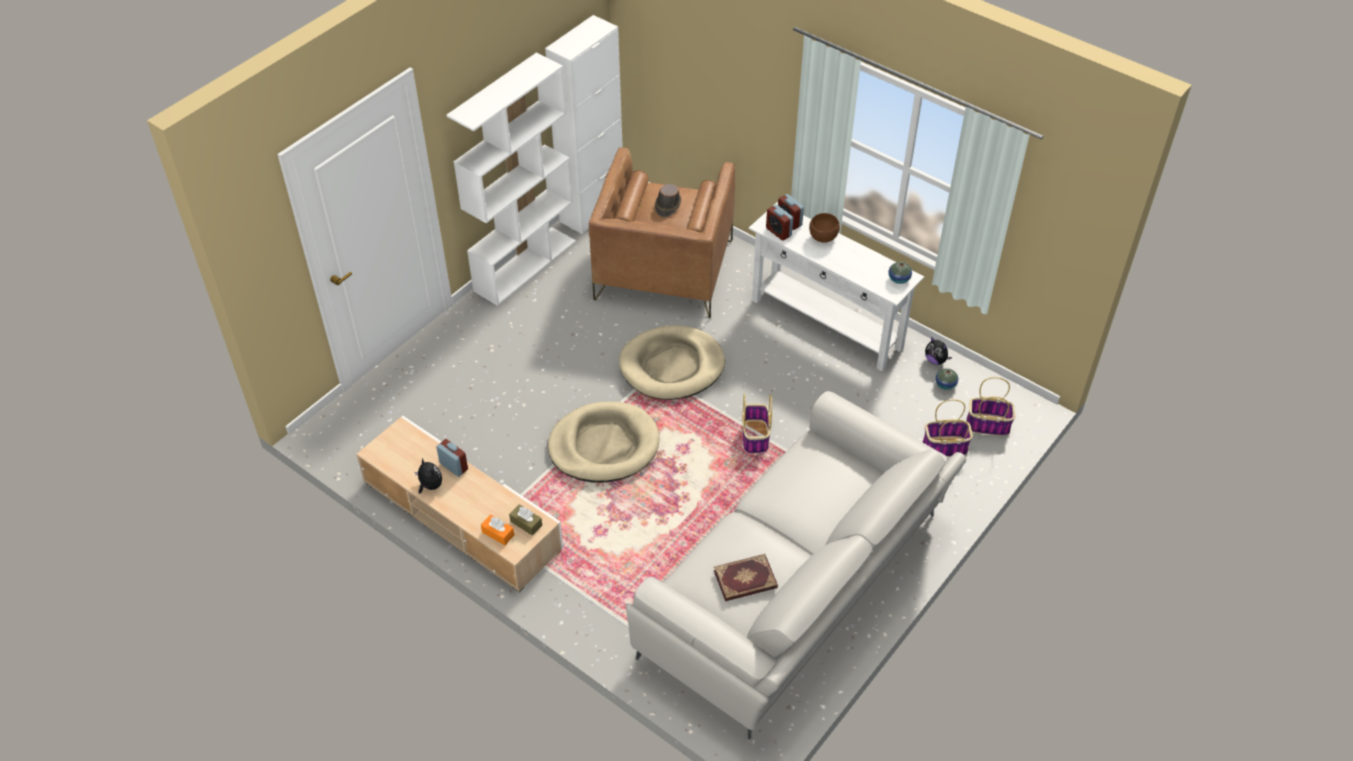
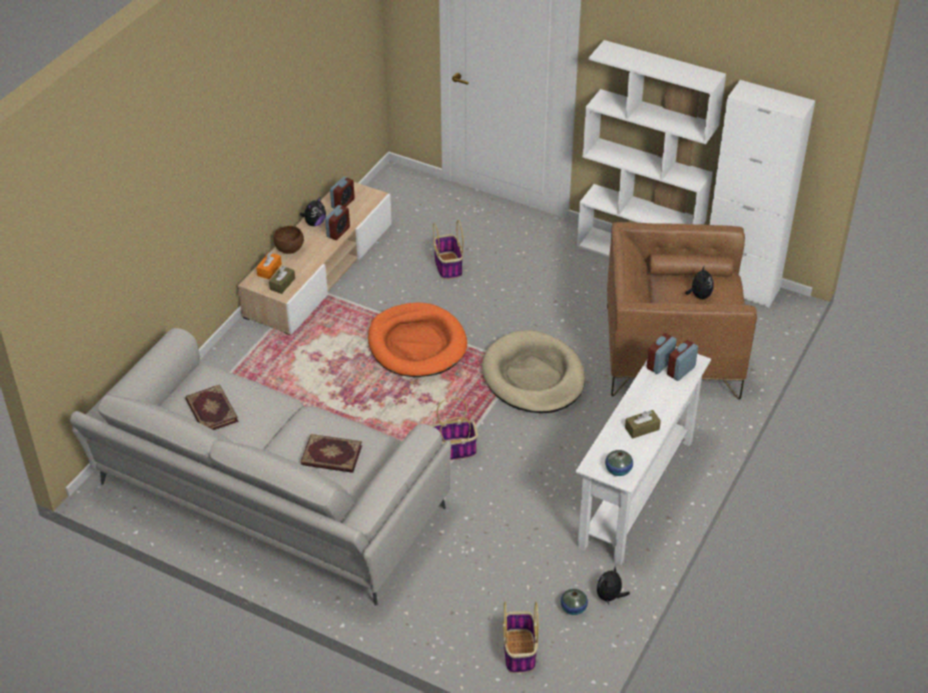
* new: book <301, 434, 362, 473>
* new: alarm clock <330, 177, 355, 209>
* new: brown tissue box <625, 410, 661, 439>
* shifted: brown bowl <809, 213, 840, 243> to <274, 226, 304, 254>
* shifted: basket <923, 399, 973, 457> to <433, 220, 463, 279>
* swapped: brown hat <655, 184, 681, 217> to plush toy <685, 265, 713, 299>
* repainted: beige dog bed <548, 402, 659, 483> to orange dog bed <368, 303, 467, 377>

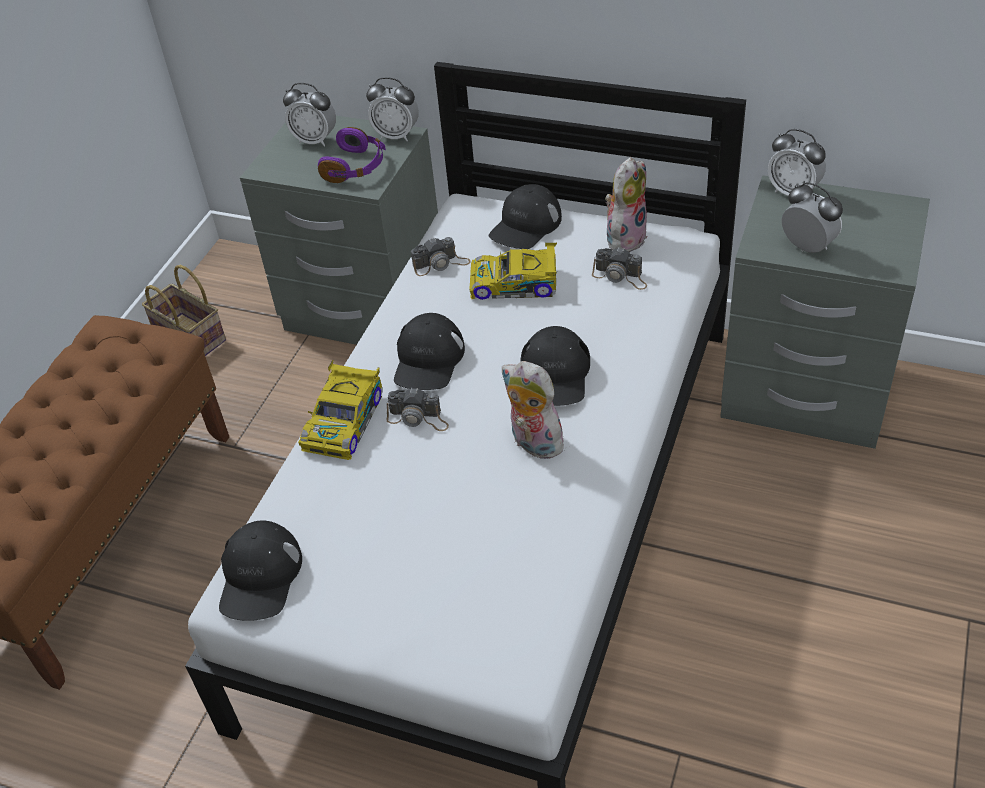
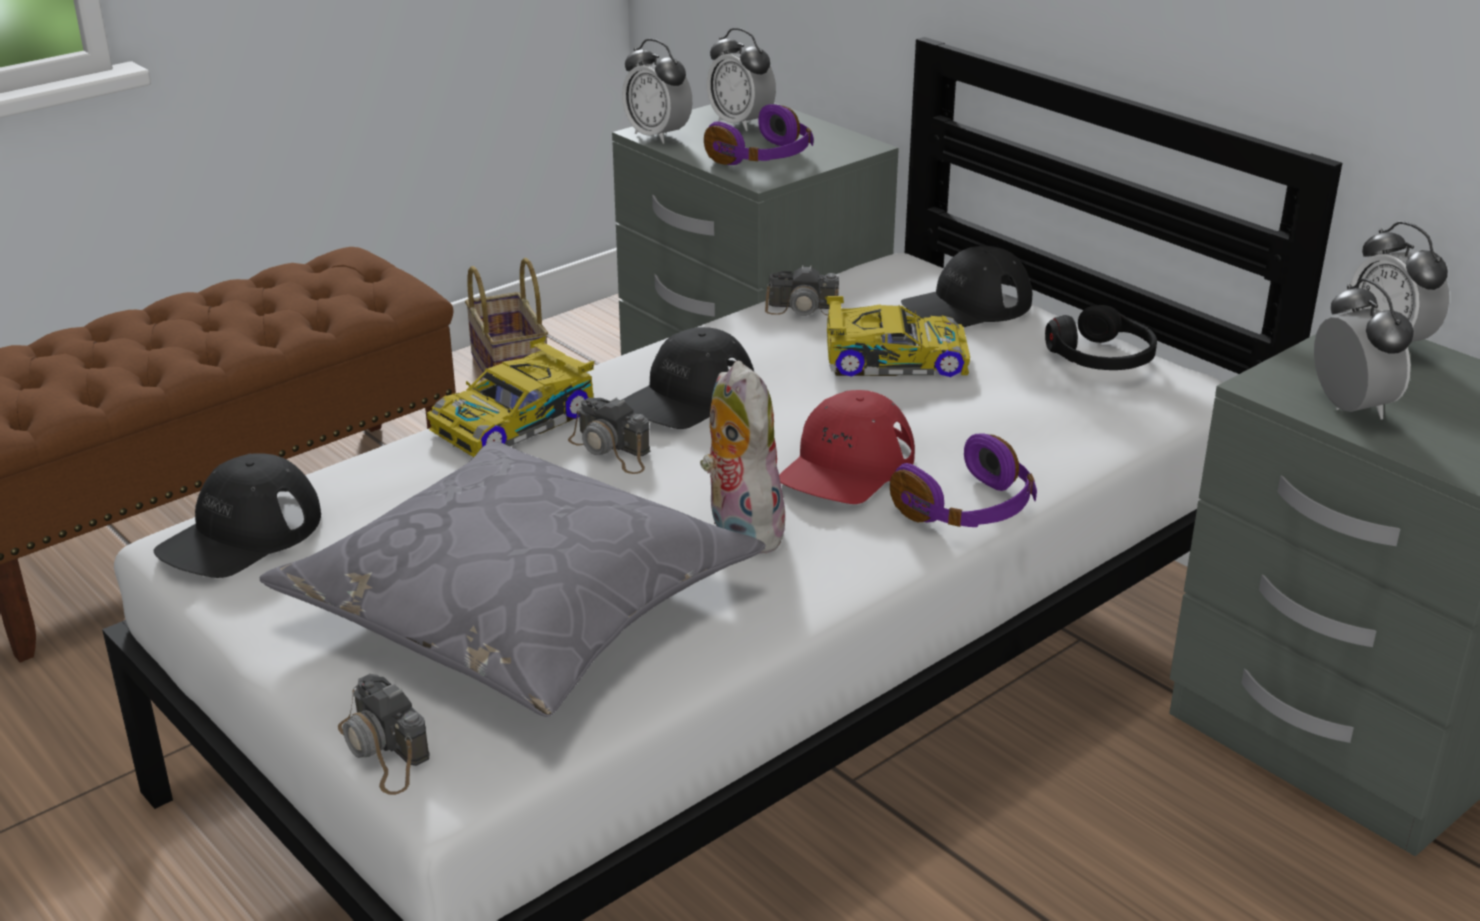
* new: grey pillow <259, 441, 765, 717>
* new: purple headphones <890, 433, 1037, 527>
* shifted: alarm clock <366, 77, 419, 141> to <622, 39, 692, 144>
* shifted: photo camera <592, 247, 647, 290> to <338, 674, 429, 795>
* swapped: plush toy <601, 157, 647, 252> to black headphones <1045, 305, 1157, 370>
* repainted: black cap <521, 326, 590, 406> to red cap <779, 390, 915, 504>
* rotated: toy car <469, 243, 557, 300> = <825, 296, 970, 377> 150 degrees clockwise

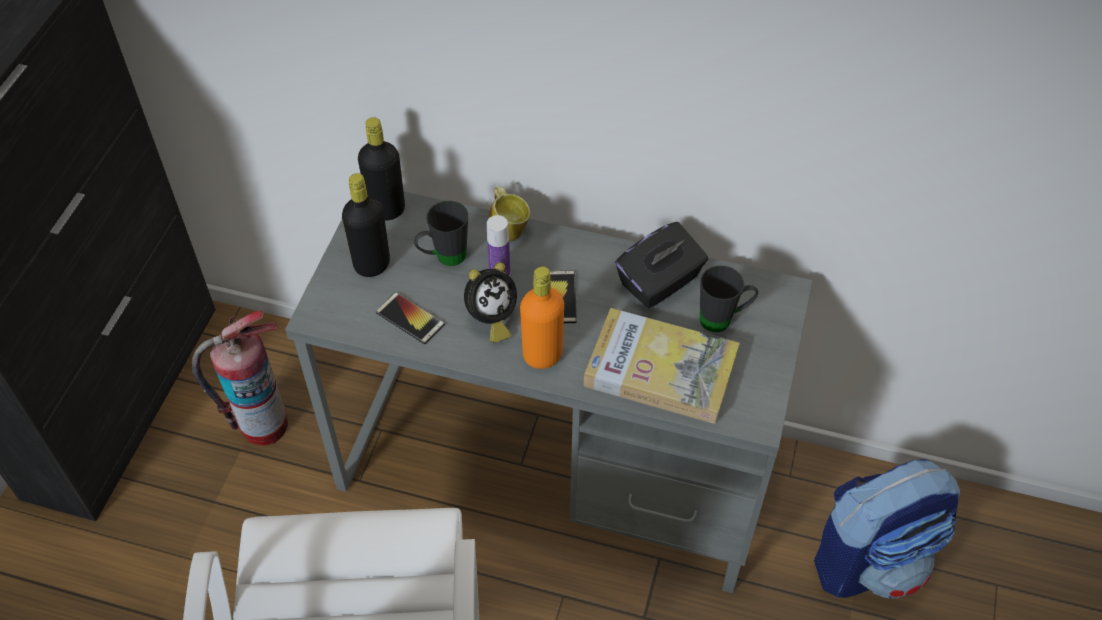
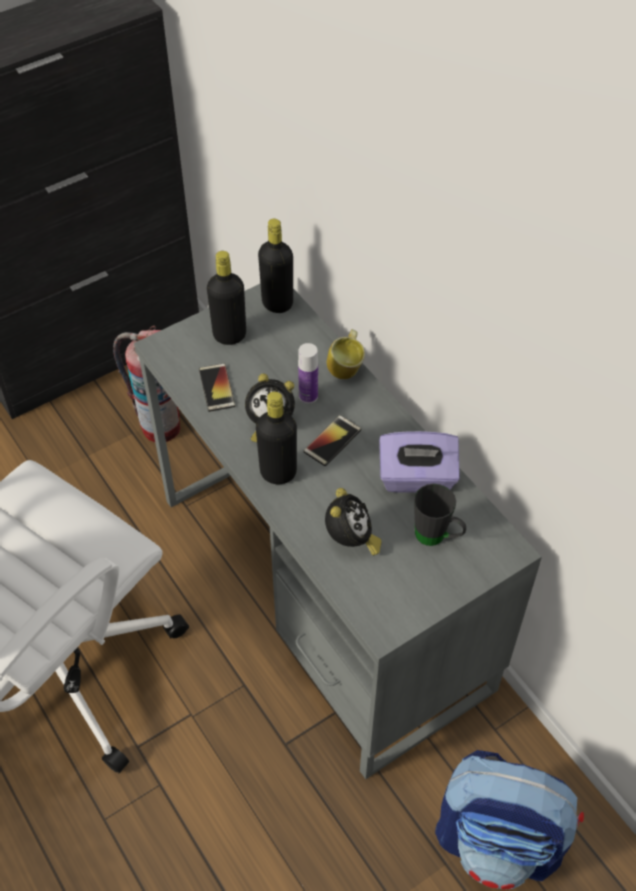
* gone: black mug <414, 201, 468, 266>
* swapped: book <584, 308, 740, 424> to alarm clock <325, 488, 382, 556>
* repainted: orange bottle <520, 266, 564, 369> to black bottle <256, 391, 297, 484>
* repainted: black tissue box <615, 222, 708, 308> to purple tissue box <379, 431, 460, 493>

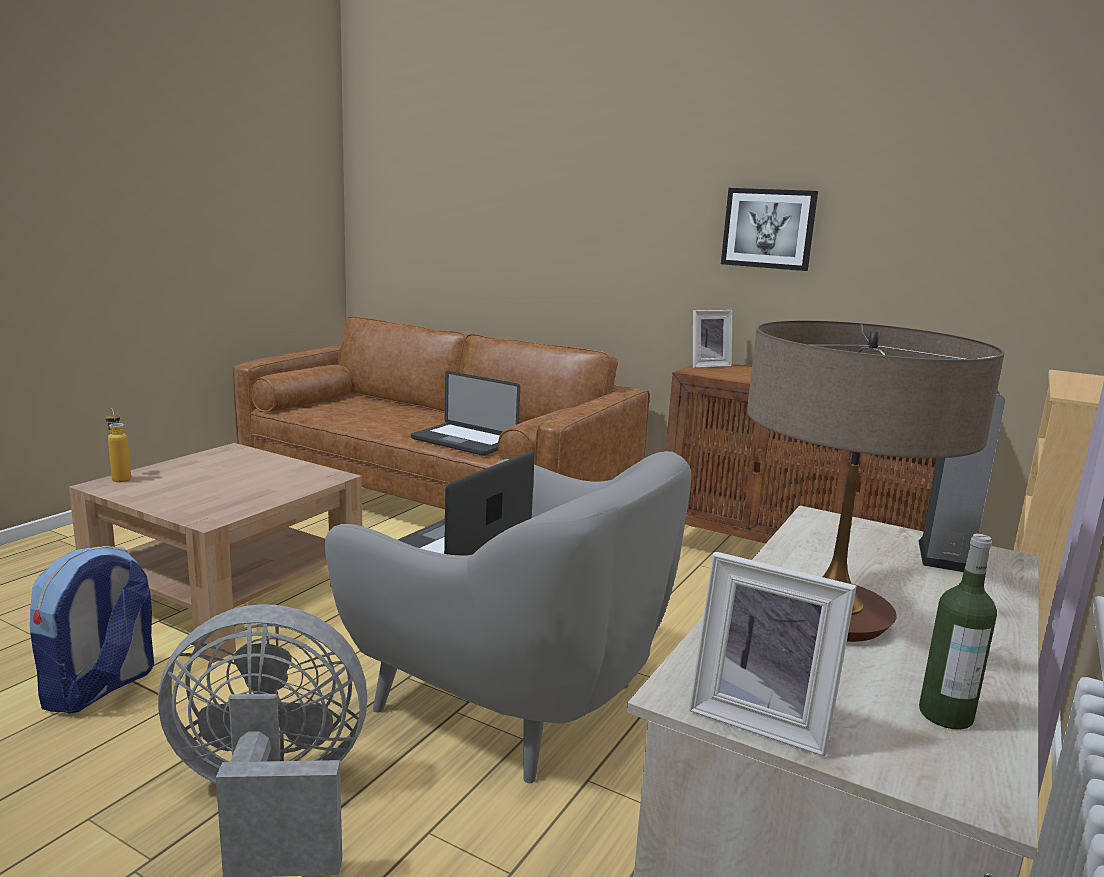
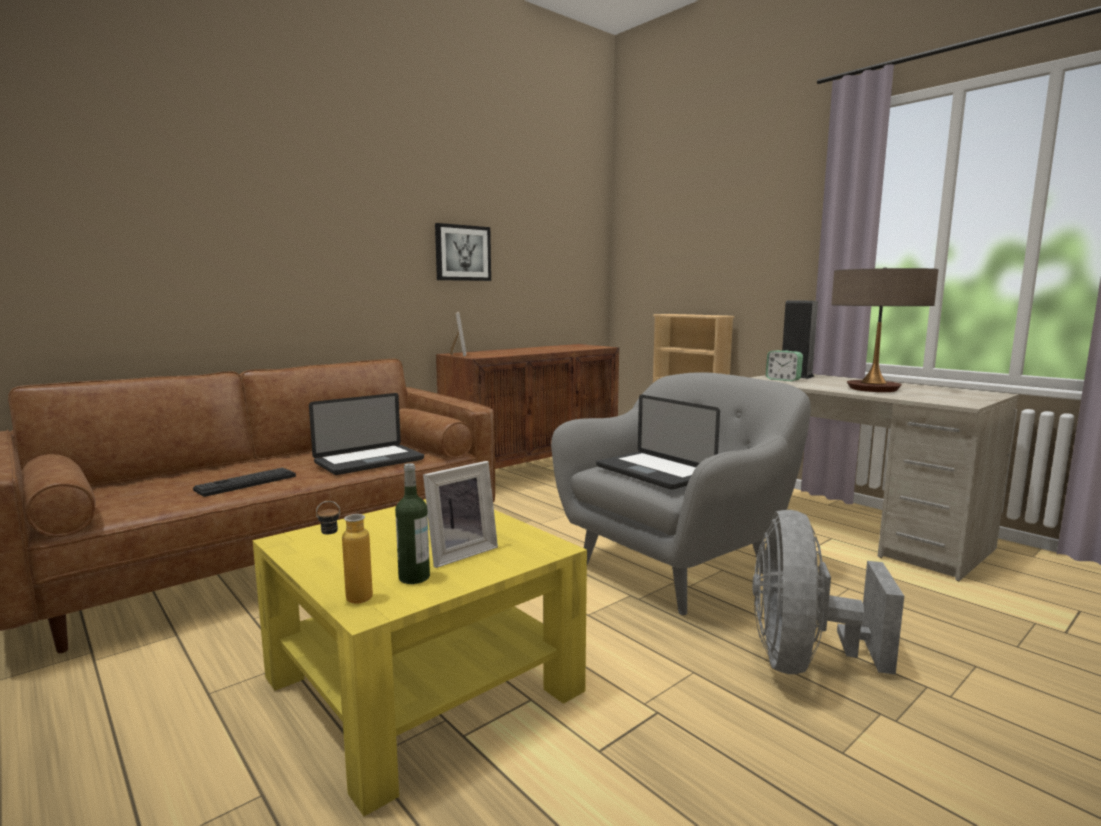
* gone: backpack <30, 546, 154, 714>
* new: keyboard <193, 468, 296, 497>
* new: alarm clock <766, 351, 803, 381>
* shifted: picture frame <689, 552, 857, 757> to <423, 461, 498, 568>
* shifted: bottle <919, 534, 997, 730> to <395, 463, 430, 584>
* repainted: brown coffee table <69, 443, 362, 663> to yellow coffee table <253, 499, 587, 816>

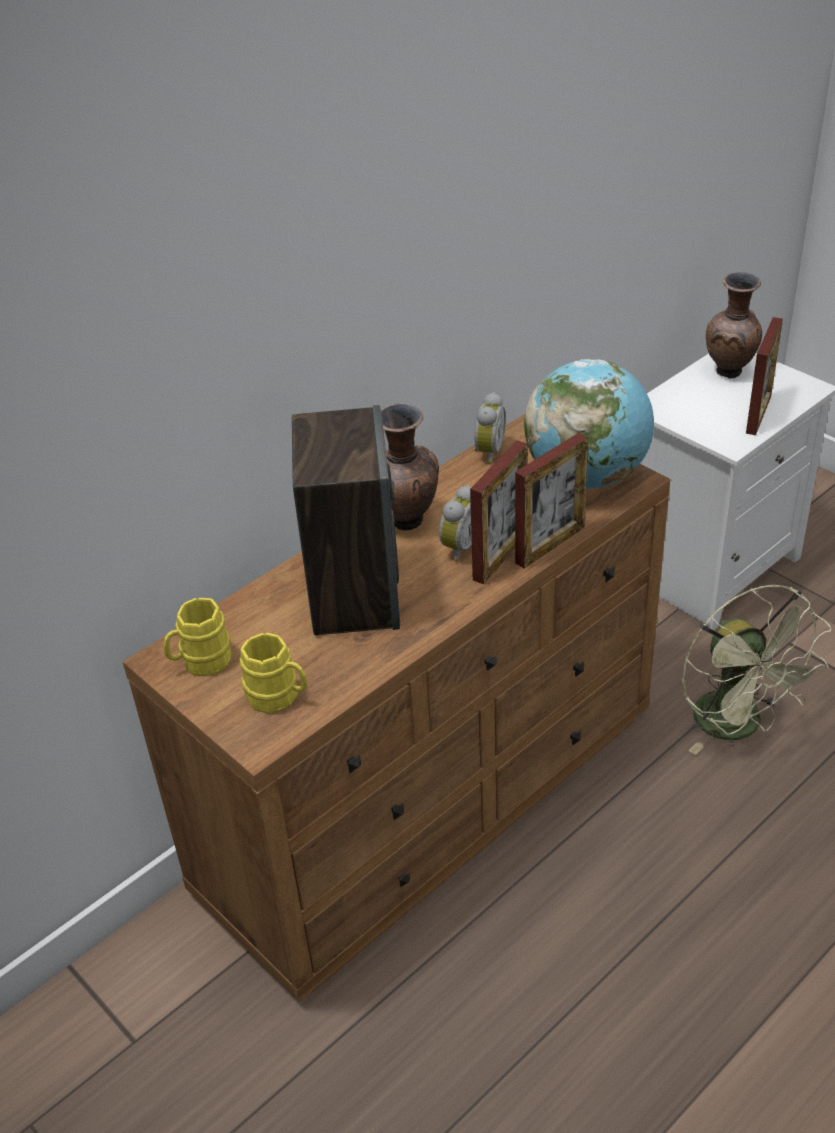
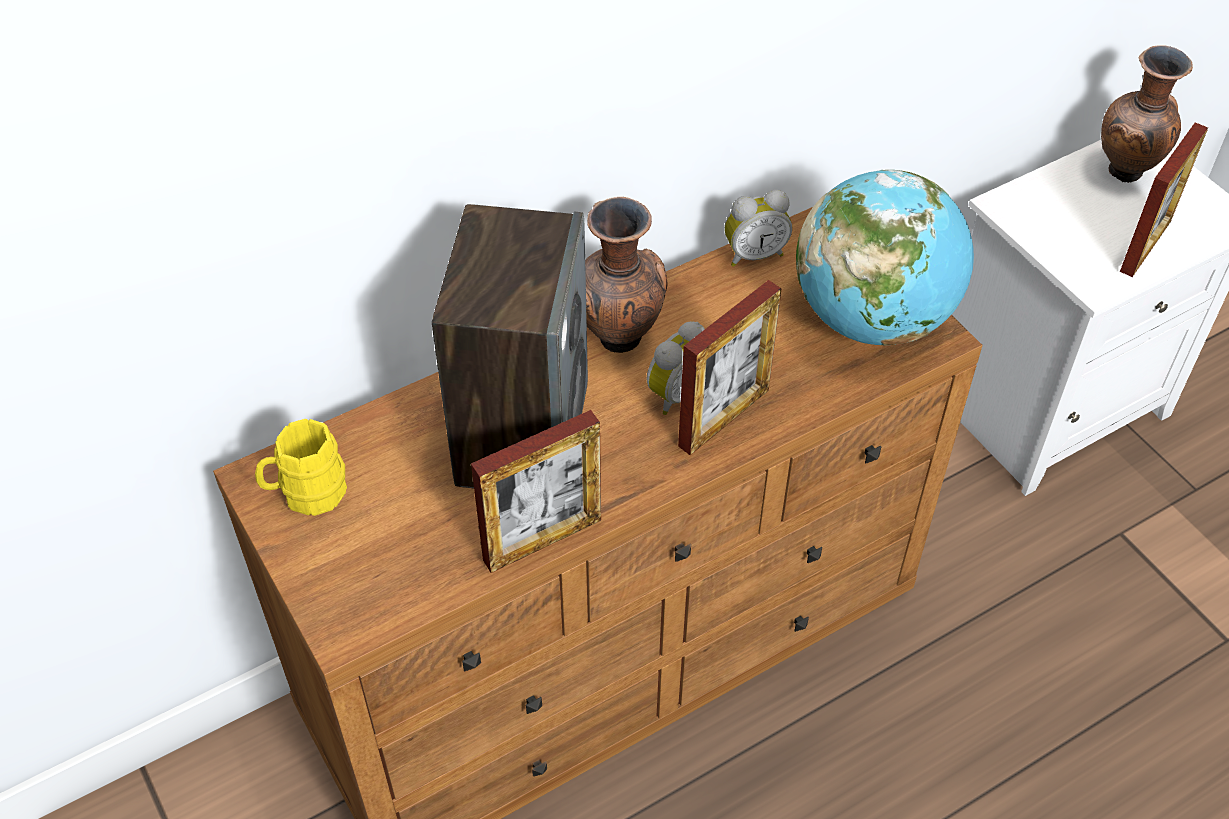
* gone: yellow mug <240, 633, 307, 714>
* gone: green fan <682, 585, 831, 755>
* shifted: picture frame <515, 433, 588, 568> to <471, 410, 601, 573>
* rotated: alarm clock <474, 392, 506, 464> = <724, 190, 792, 267> 45 degrees clockwise

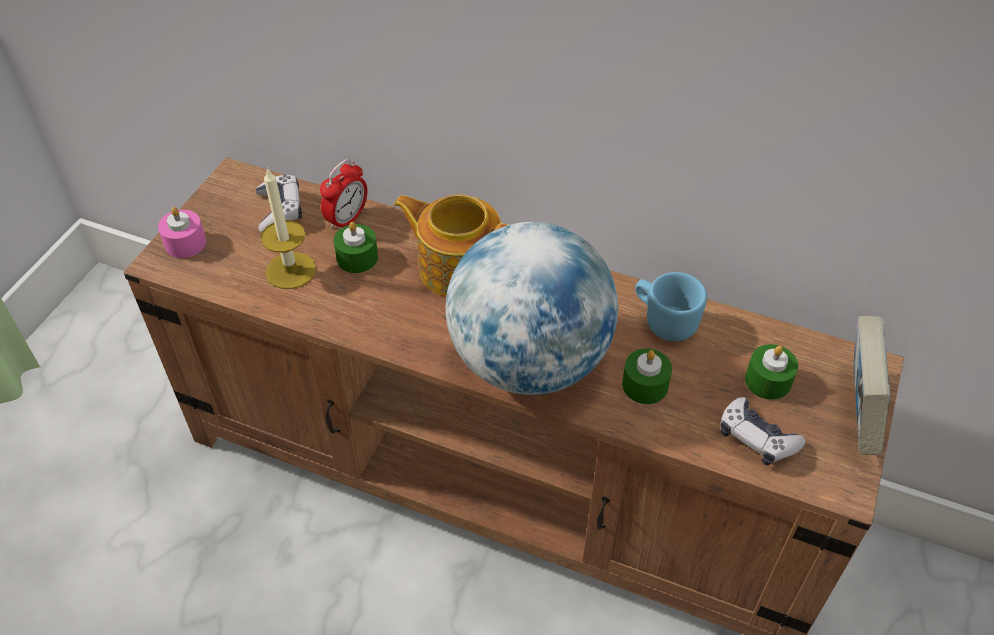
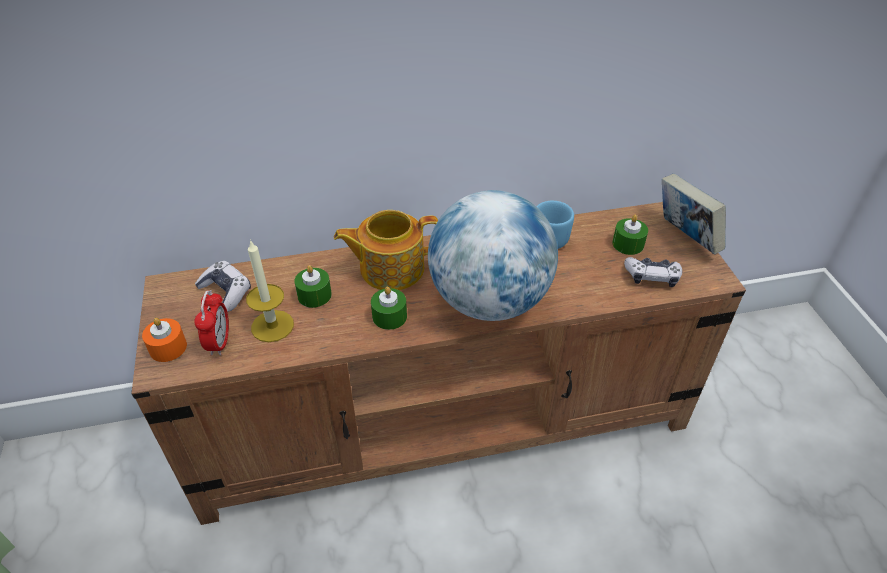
* shifted: alarm clock <320, 159, 368, 230> to <194, 290, 229, 356>
* shifted: green candle <622, 349, 672, 404> to <371, 287, 407, 330>
* repainted: pink candle <158, 207, 206, 258> to orange candle <142, 318, 187, 362>

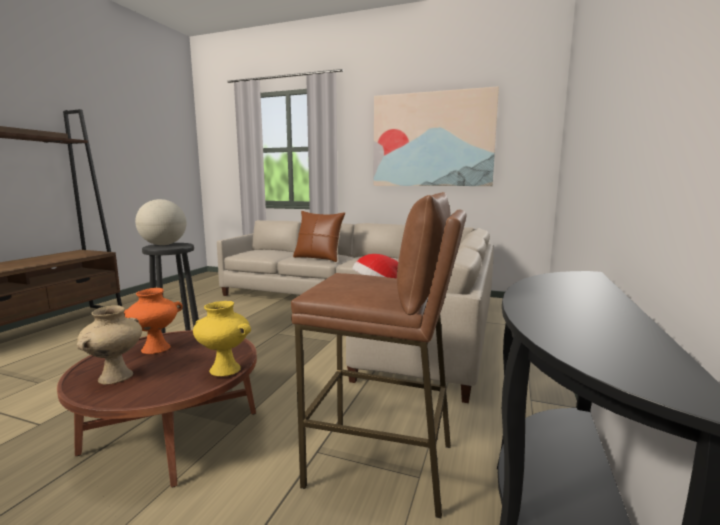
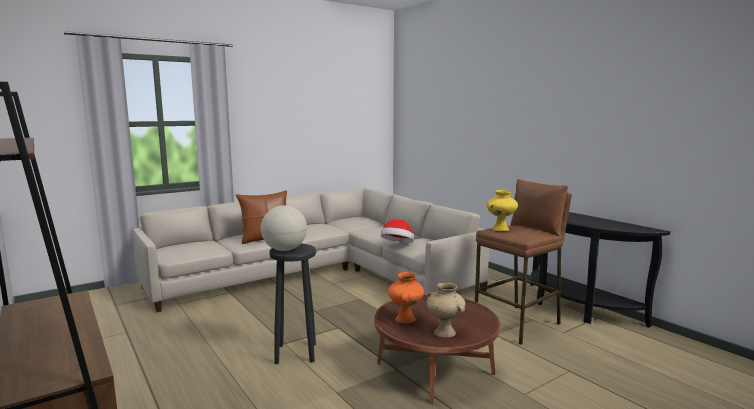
* gone: picture <373, 86, 499, 186>
* shifted: yellow vase <193, 301, 251, 376> to <487, 190, 518, 231>

